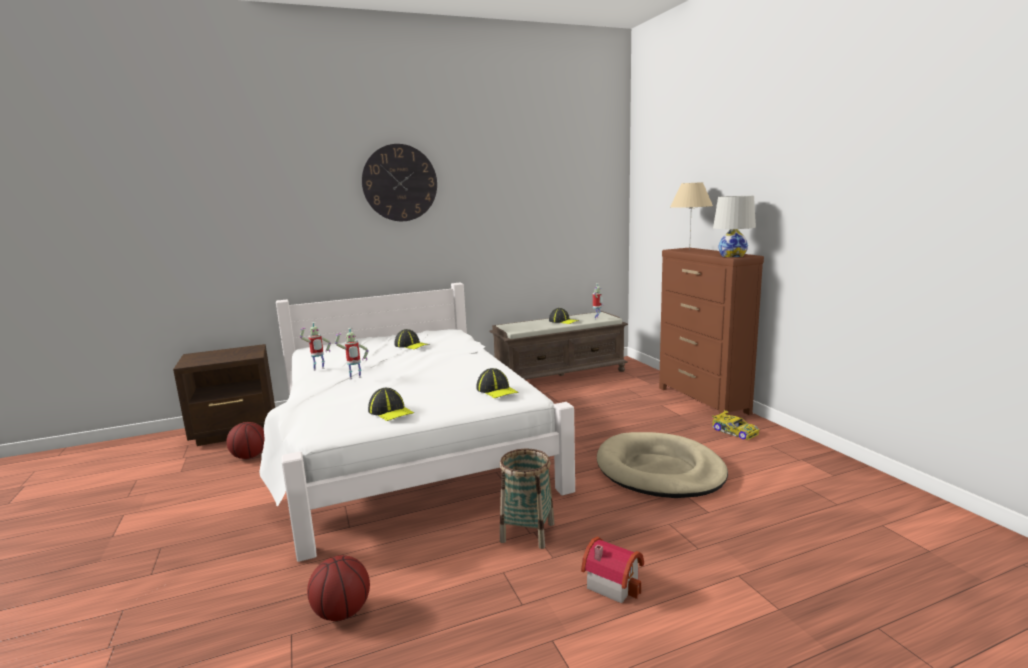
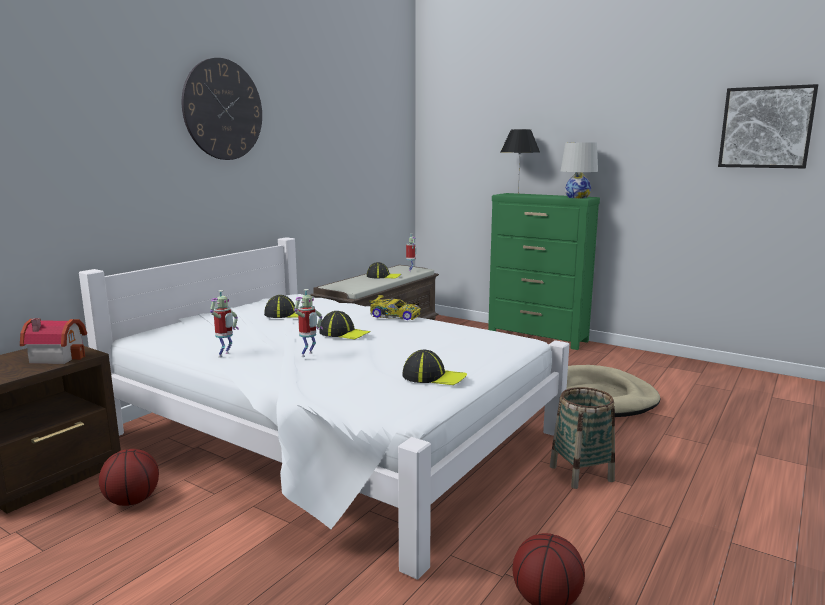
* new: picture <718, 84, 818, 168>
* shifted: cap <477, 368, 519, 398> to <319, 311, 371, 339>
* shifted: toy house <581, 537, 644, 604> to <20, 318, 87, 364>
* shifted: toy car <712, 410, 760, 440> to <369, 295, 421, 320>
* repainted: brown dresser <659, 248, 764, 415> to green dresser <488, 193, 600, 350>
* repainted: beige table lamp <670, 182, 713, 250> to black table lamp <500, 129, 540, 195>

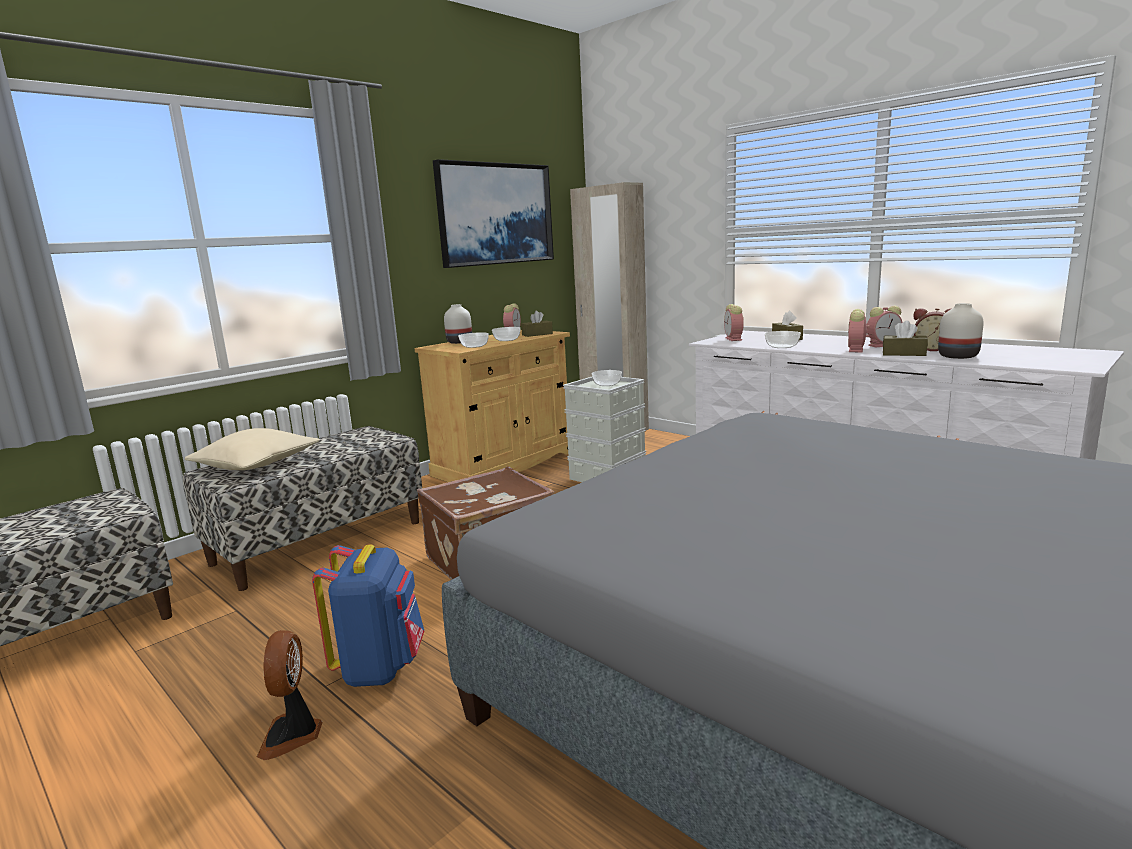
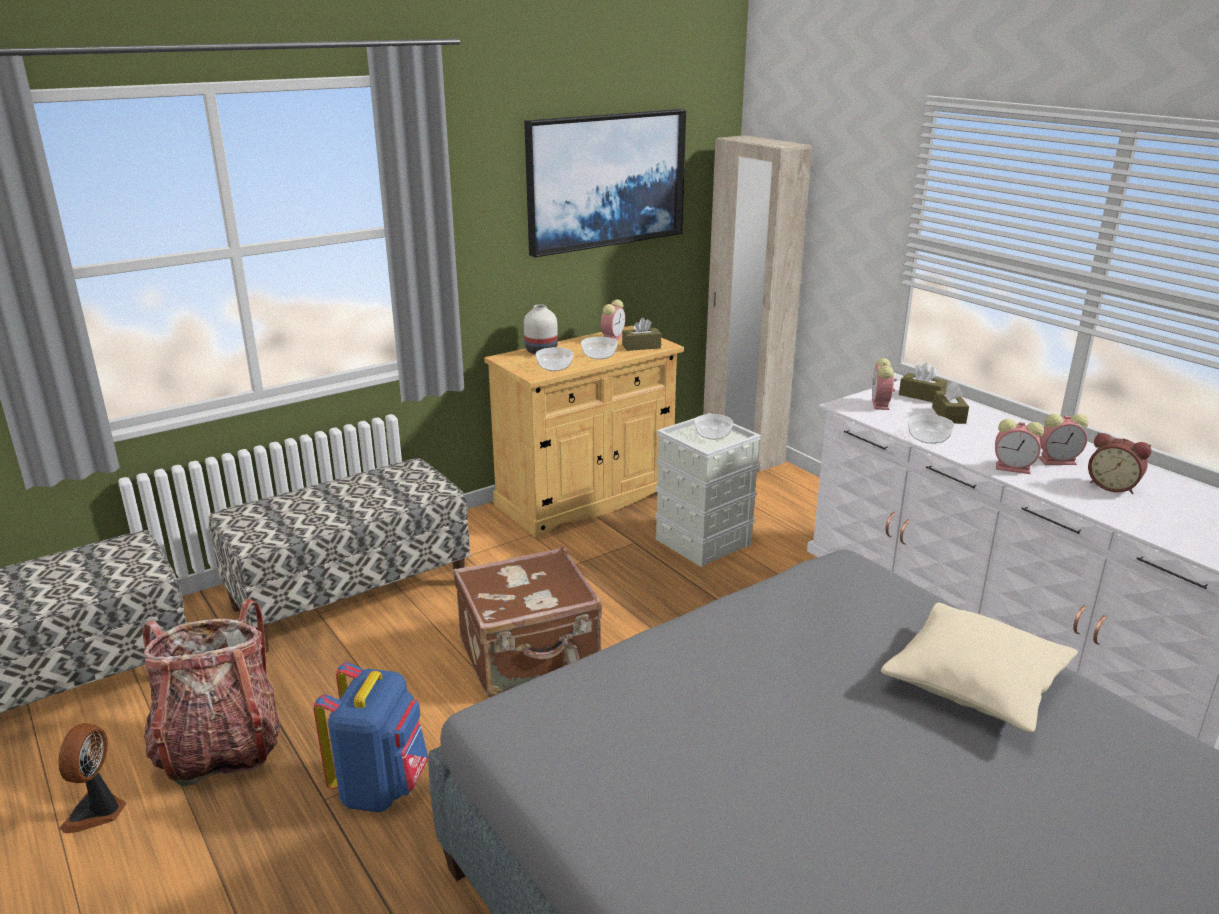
* gone: white vase <938, 303, 983, 359>
* new: backpack <142, 599, 280, 787>
* shifted: beige pillow <185, 428, 320, 470> to <881, 603, 1078, 733>
* shifted: fan <257, 630, 323, 760> to <58, 723, 127, 833>
* shifted: brown tissue box <883, 320, 928, 356> to <899, 363, 947, 402>
* rotated: alarm clock <848, 309, 870, 352> = <995, 419, 1044, 474> 105 degrees counterclockwise

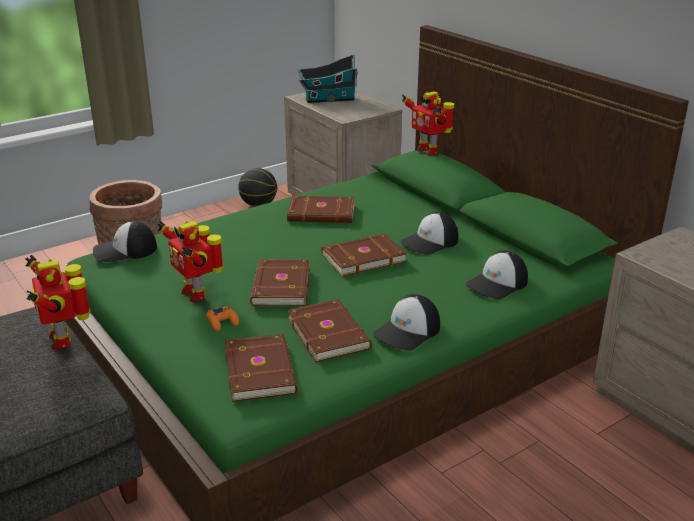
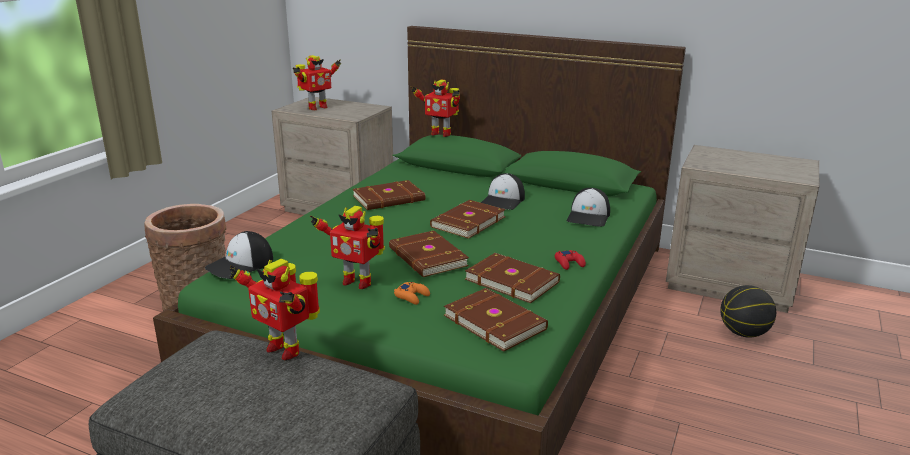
* shifted: basketball <238, 168, 277, 207> to <720, 285, 776, 337>
* swapped: toy house <298, 54, 357, 103> to toy robot <293, 55, 342, 110>
* swapped: cap <373, 294, 440, 350> to red game controller <555, 250, 586, 270>

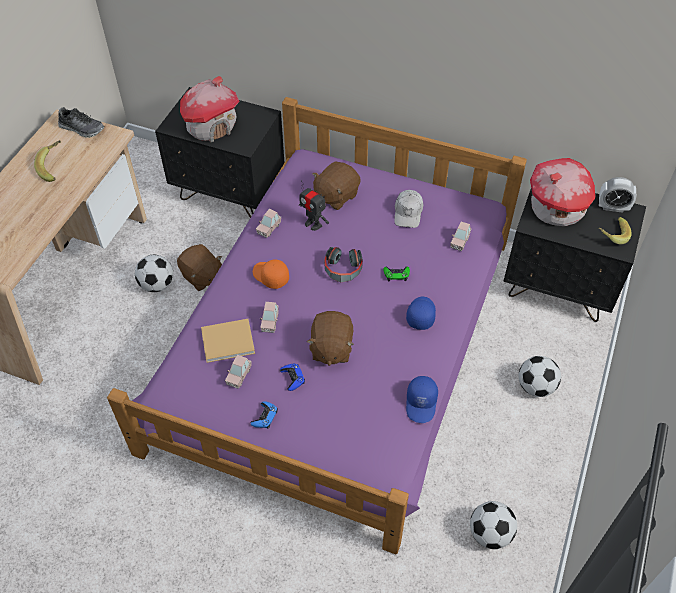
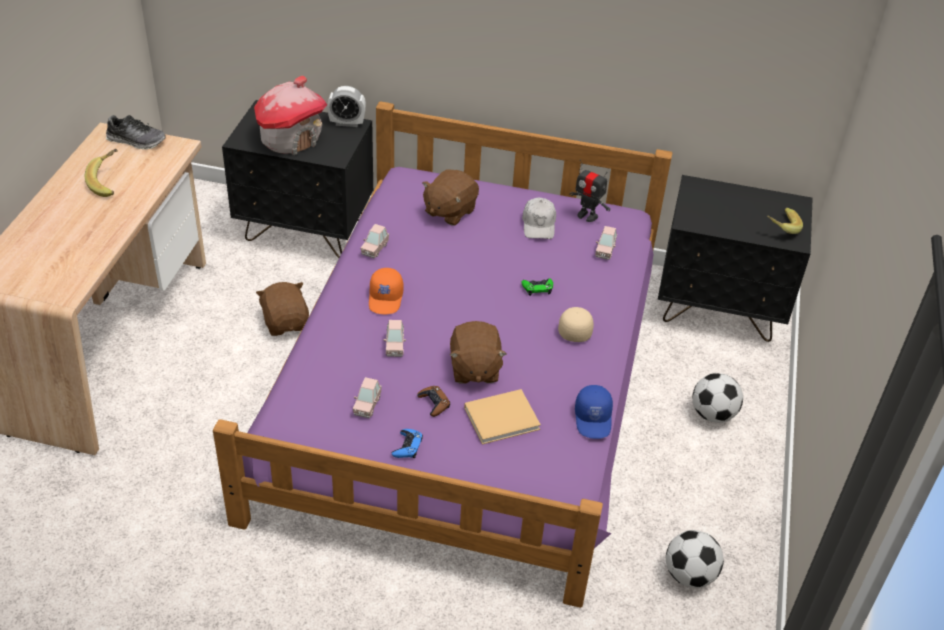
* gone: football <135, 255, 173, 292>
* gone: headphones <324, 247, 363, 283>
* gone: toy house <530, 158, 595, 226>
* shifted: beige book <201, 319, 255, 363> to <464, 389, 541, 445>
* shifted: toy robot <299, 180, 329, 231> to <570, 160, 611, 222>
* shifted: alarm clock <599, 177, 636, 213> to <327, 86, 366, 127>
* repainted: blue game controller <280, 364, 305, 391> to brown game controller <417, 386, 450, 417>
* repainted: blue cap <406, 296, 436, 330> to beige cap <558, 307, 594, 342>
* rotated: brown plush toy <177, 244, 222, 291> = <256, 282, 309, 336> 150 degrees counterclockwise
* rotated: orange cap <253, 259, 289, 289> = <369, 268, 404, 314> 120 degrees counterclockwise

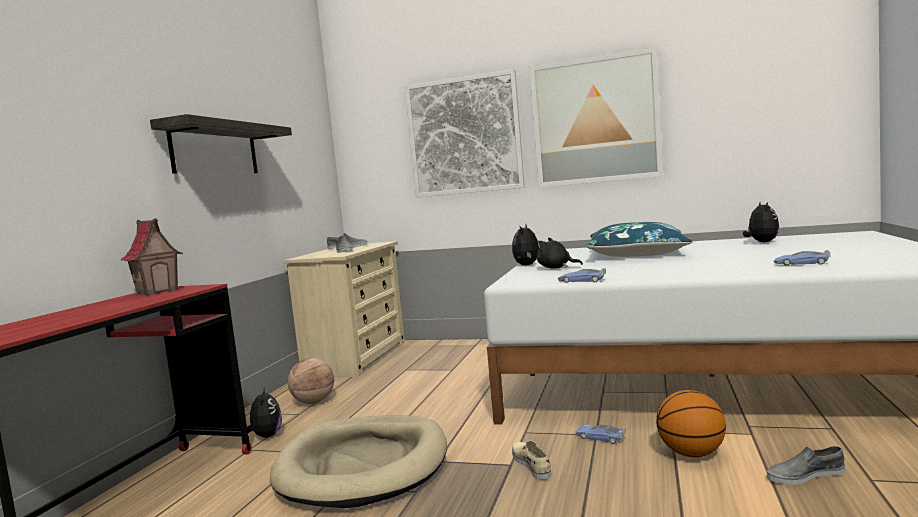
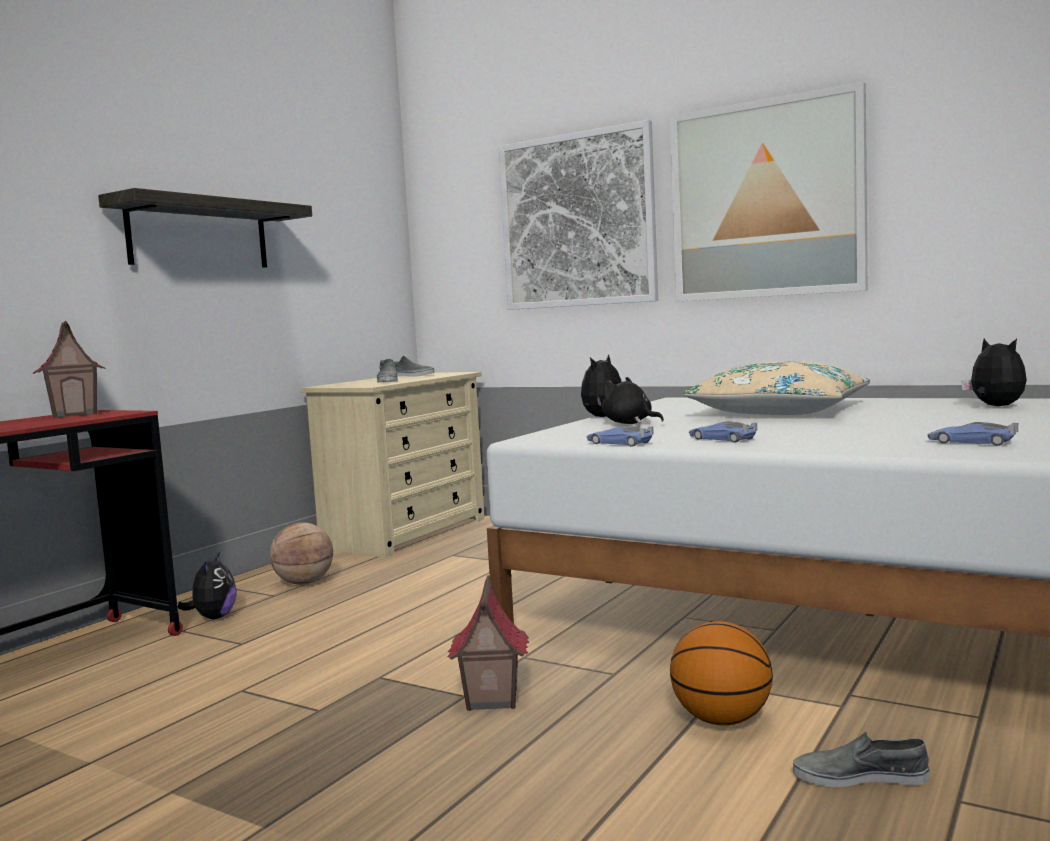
* gone: beige dog bed <270, 415, 447, 508>
* shifted: toy car <575, 425, 626, 444> to <689, 421, 757, 443>
* swapped: beige shoe <512, 441, 551, 480> to toy house <447, 575, 530, 711>
* repainted: blue pillow <586, 222, 692, 257> to beige pillow <683, 362, 870, 415>
* rotated: plush toy <743, 202, 779, 242> = <961, 339, 1027, 406> 45 degrees counterclockwise

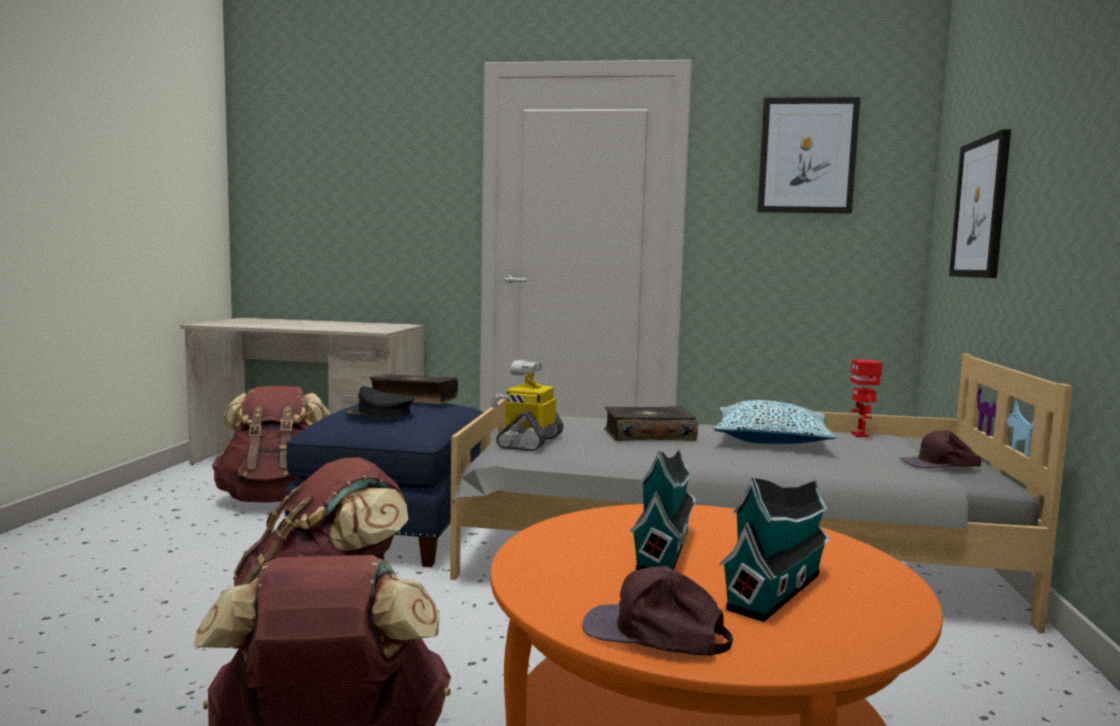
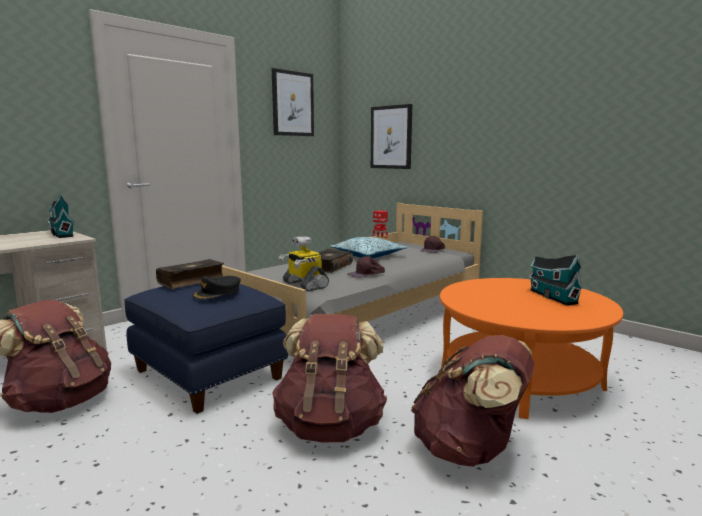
* shifted: brown cap <582, 566, 733, 656> to <347, 256, 385, 278>
* shifted: toy house <630, 449, 696, 570> to <46, 192, 75, 238>

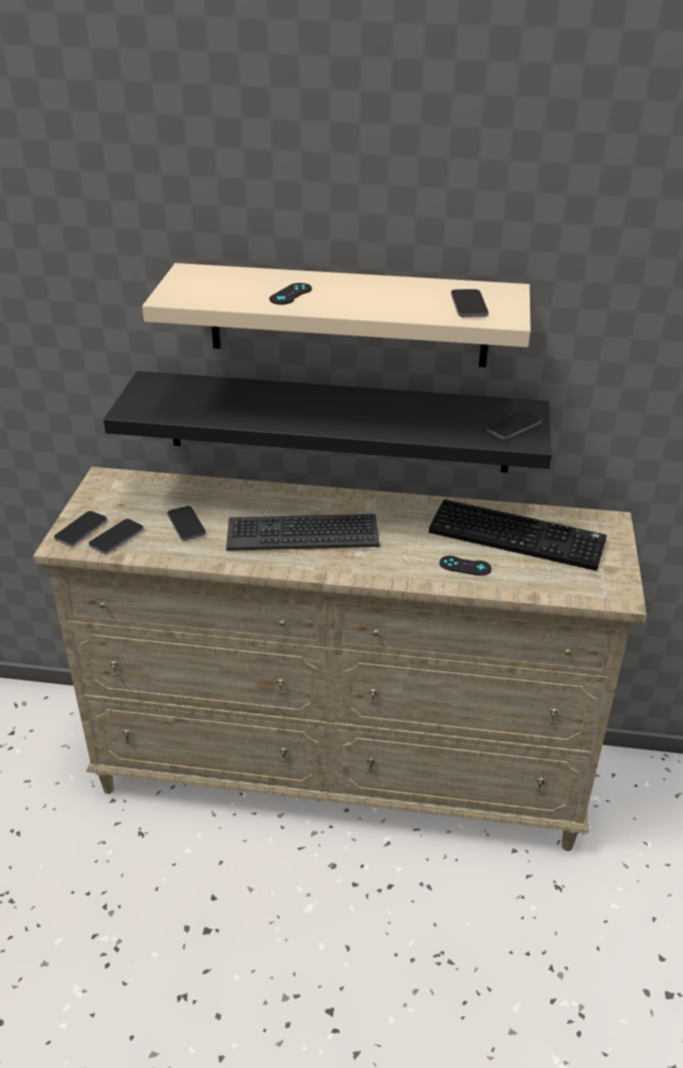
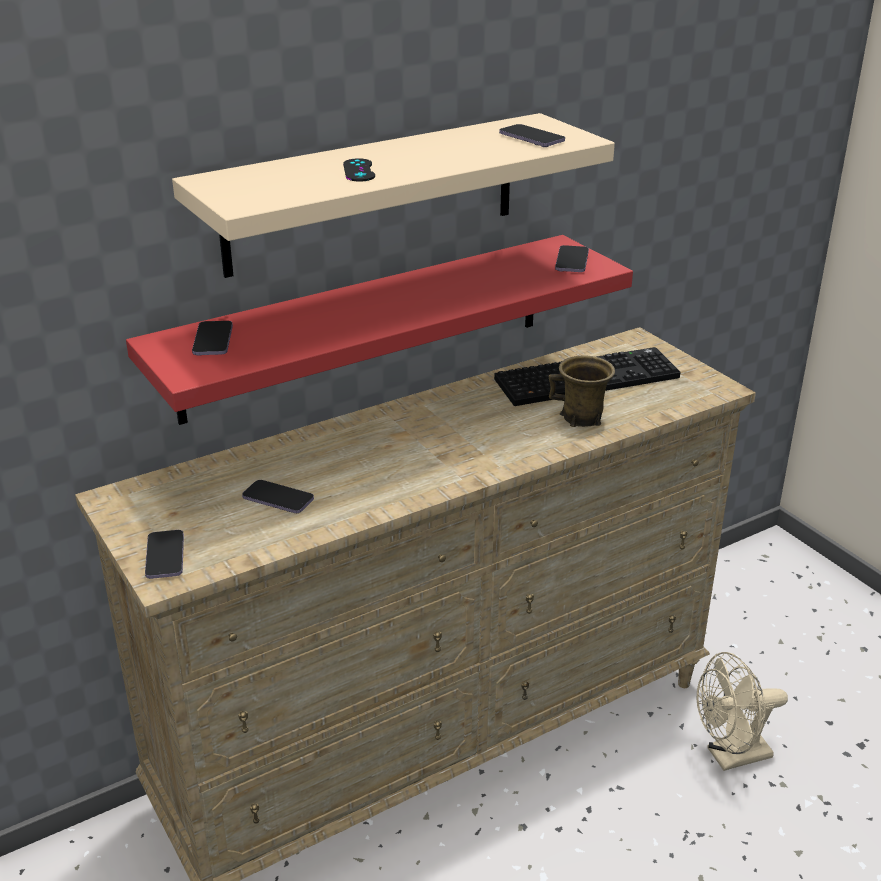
* gone: keyboard <226, 514, 380, 551>
* new: beige fan <697, 652, 788, 771>
* shifted: phone <89, 519, 144, 554> to <192, 321, 233, 356>
* swapped: black game controller <439, 556, 492, 576> to brown mug <549, 355, 615, 427>
* repainted: black shelf <103, 371, 552, 473> to red shelf <126, 235, 633, 425>

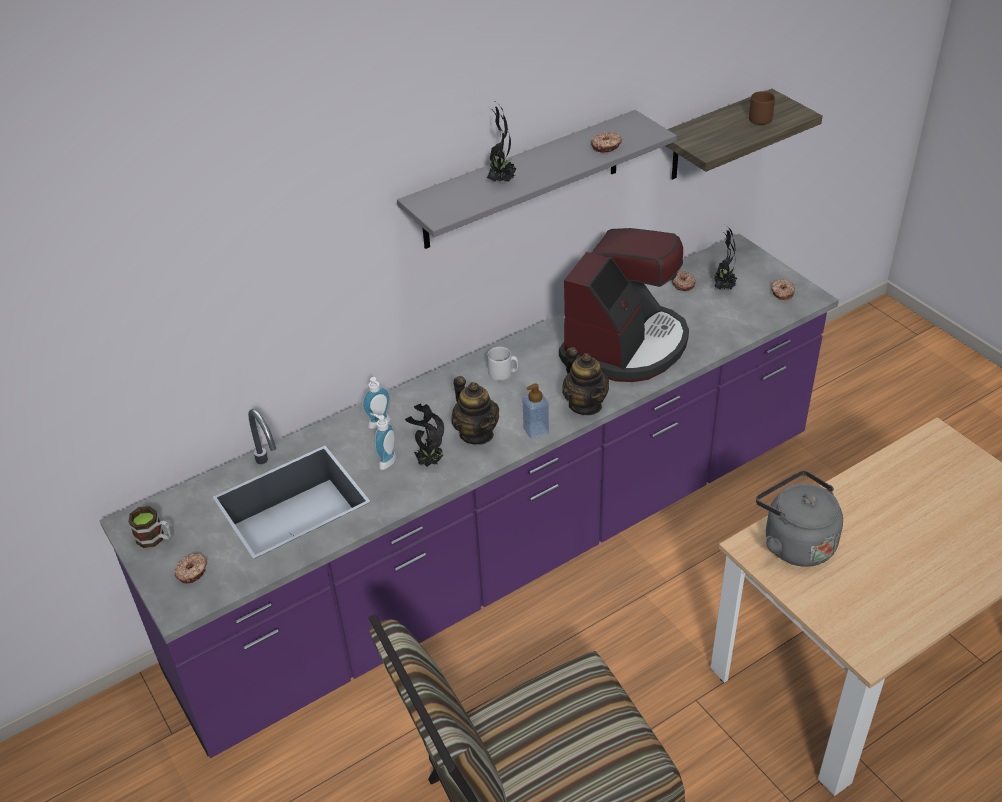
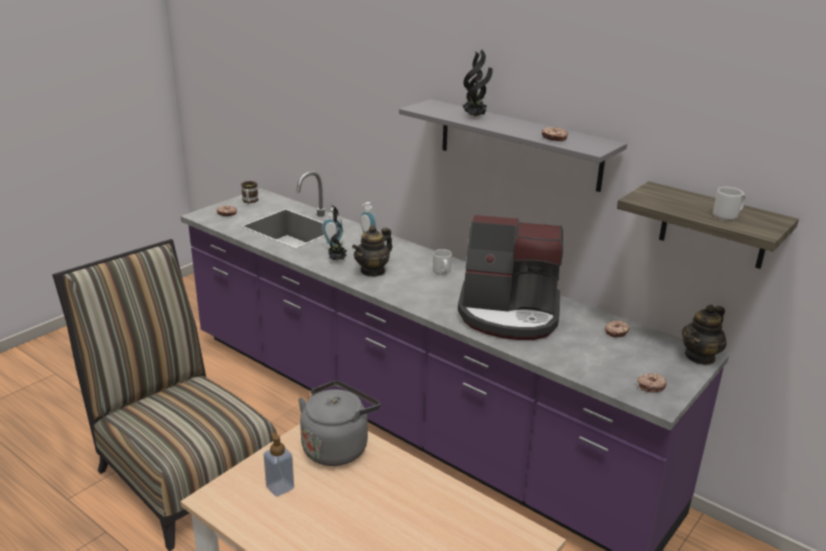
* gone: potted plant <713, 227, 737, 290>
* shifted: soap dispenser <522, 383, 549, 439> to <263, 433, 294, 497>
* shifted: teapot <562, 347, 609, 415> to <682, 304, 726, 366>
* repainted: brown mug <749, 91, 775, 125> to grey mug <713, 187, 746, 220>

